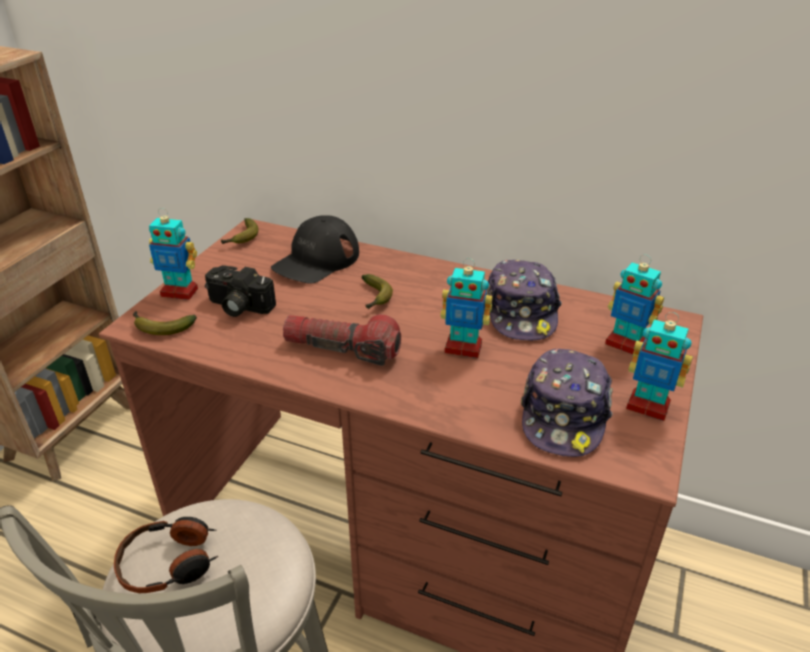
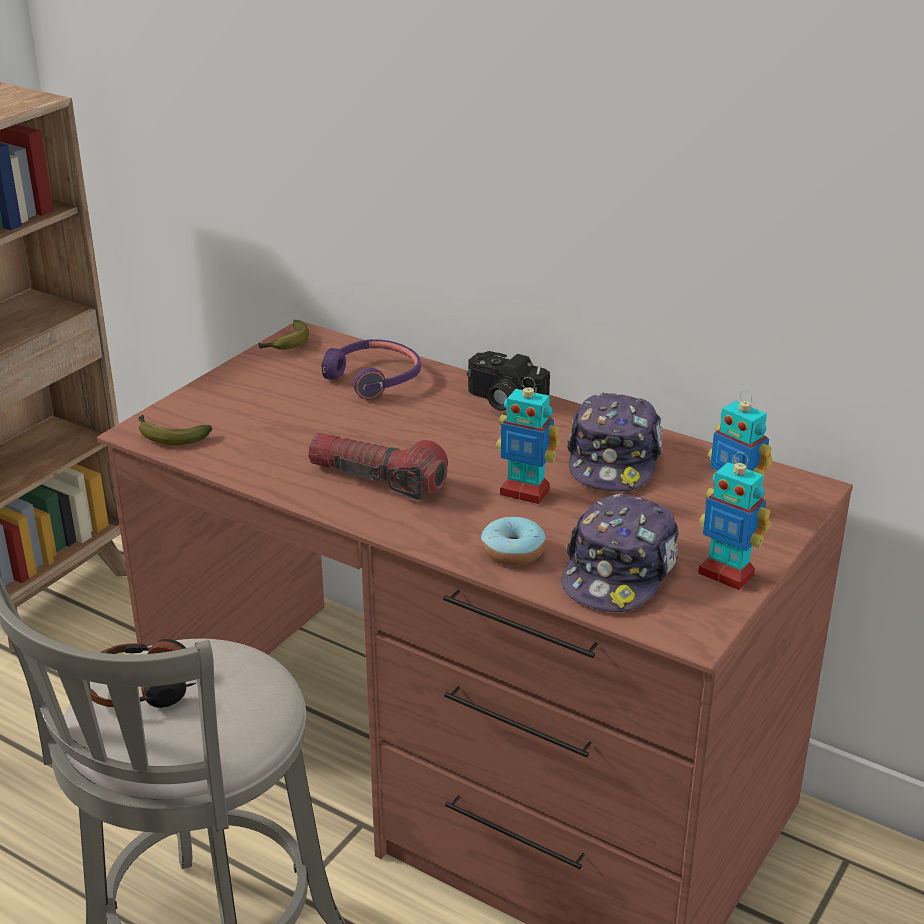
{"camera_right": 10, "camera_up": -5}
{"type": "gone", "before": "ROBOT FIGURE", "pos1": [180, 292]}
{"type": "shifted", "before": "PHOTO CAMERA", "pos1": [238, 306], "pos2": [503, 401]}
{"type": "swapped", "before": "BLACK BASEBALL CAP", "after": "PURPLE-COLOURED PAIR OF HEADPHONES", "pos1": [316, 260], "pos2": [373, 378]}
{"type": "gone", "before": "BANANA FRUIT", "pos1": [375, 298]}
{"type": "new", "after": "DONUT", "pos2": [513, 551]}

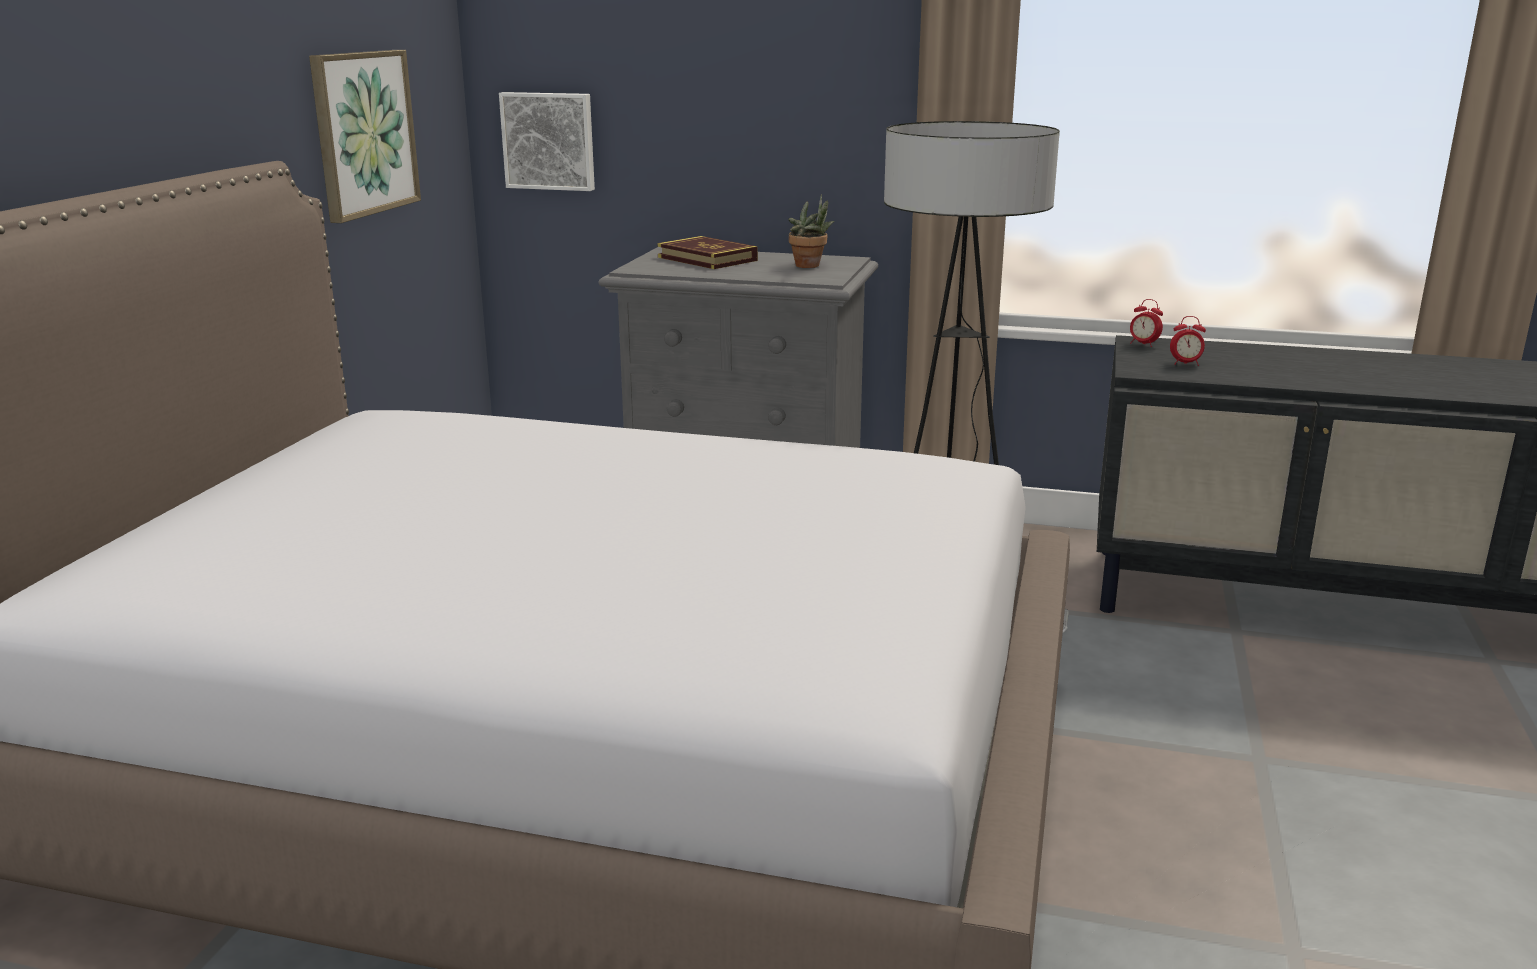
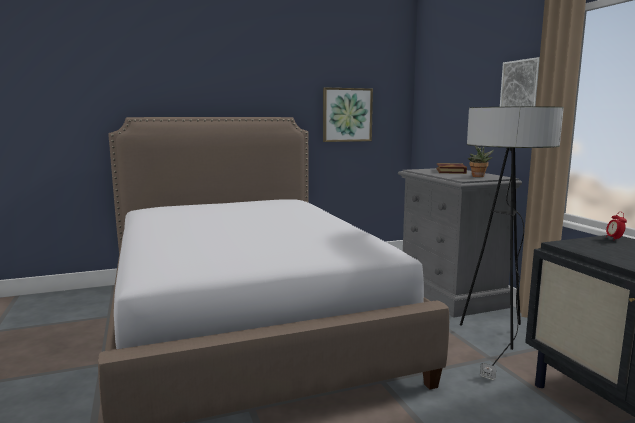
{"camera_right": 55, "camera_up": -10}
{"type": "shifted", "before": "WALL PICTURE", "pos1": [549, 141], "pos2": [522, 85]}
{"type": "gone", "before": "ALARM CLOCK", "pos1": [1185, 364]}

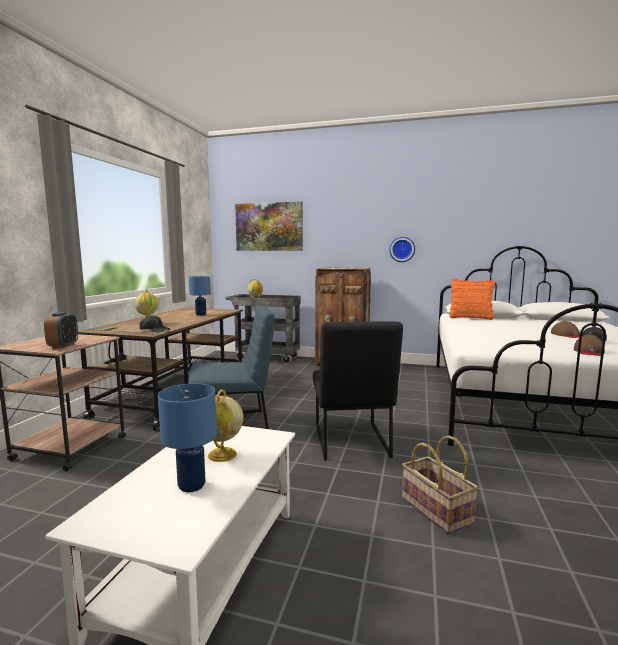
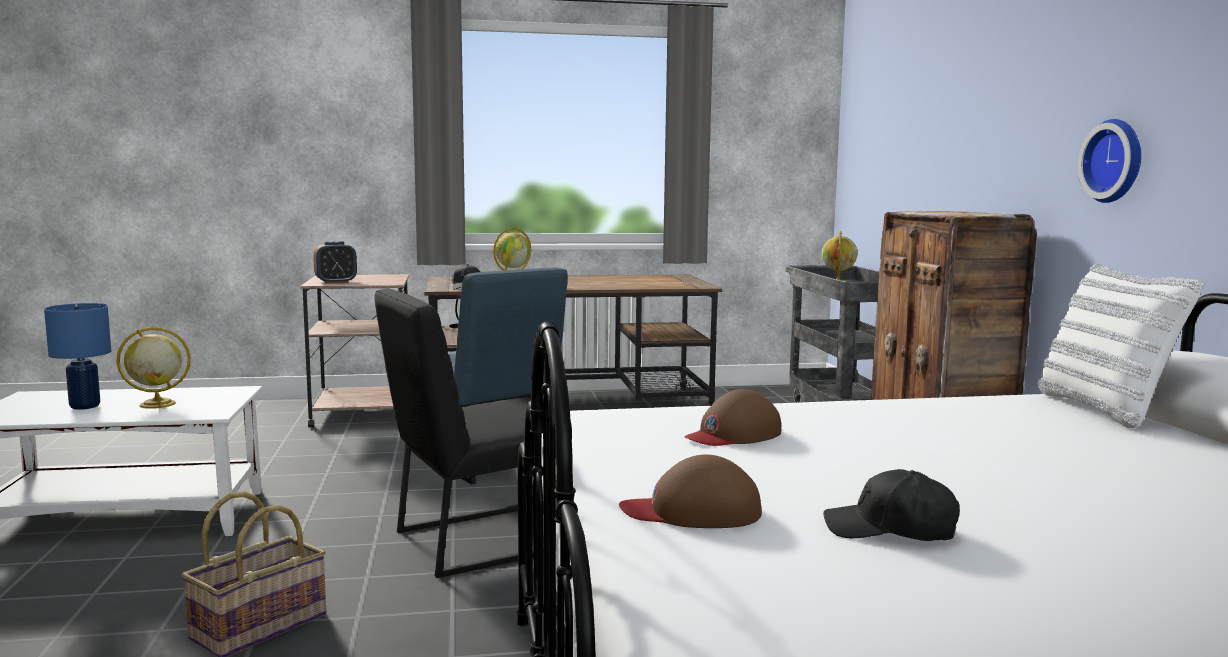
{"camera_right": 65, "camera_up": 0}
{"type": "gone", "before": "BLUE-COLOURED TABLETOP LAMP", "pos1": [201, 314]}
{"type": "gone", "before": "WALL PICTURE", "pos1": [269, 227]}
{"type": "repainted", "before": "ORANGE-COLOURED PILLOW", "after": "WHITISH PILLOW", "pos1": [470, 318], "pos2": [1105, 411]}
{"type": "shifted", "before": "BROWN BASEBALL CAP", "pos1": [567, 335], "pos2": [733, 434]}

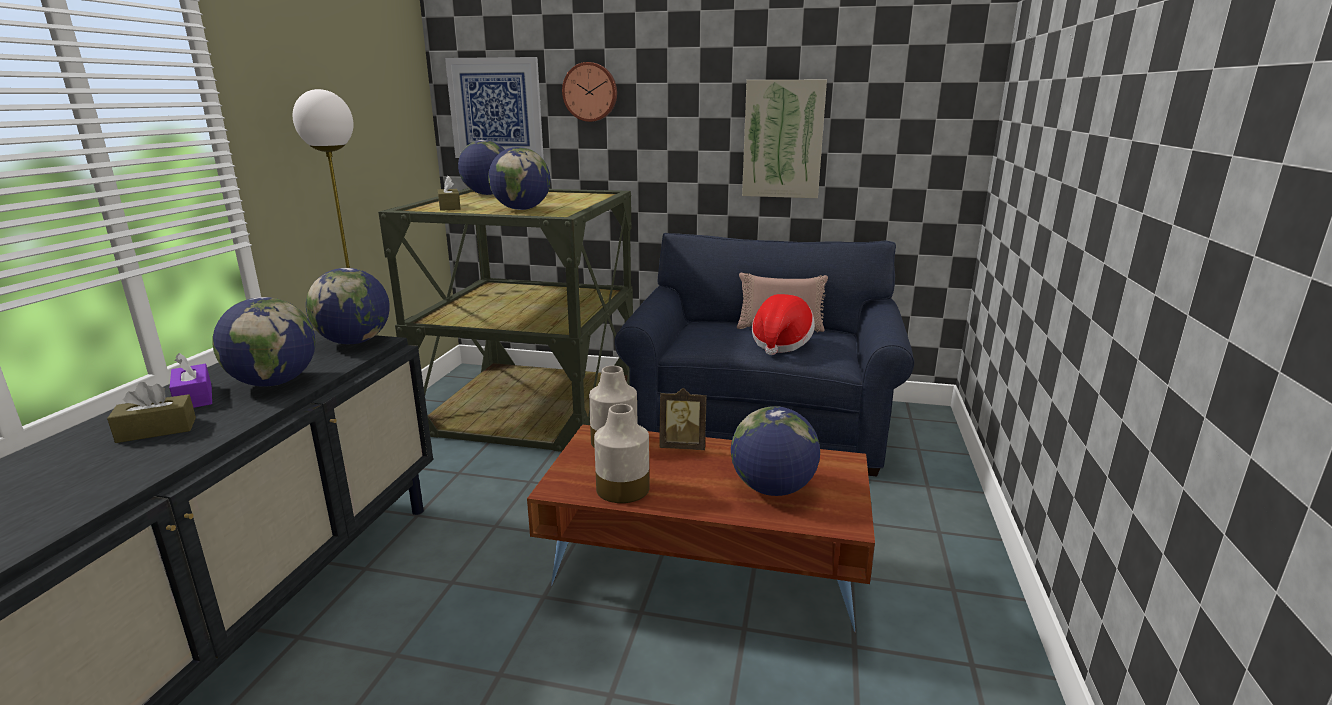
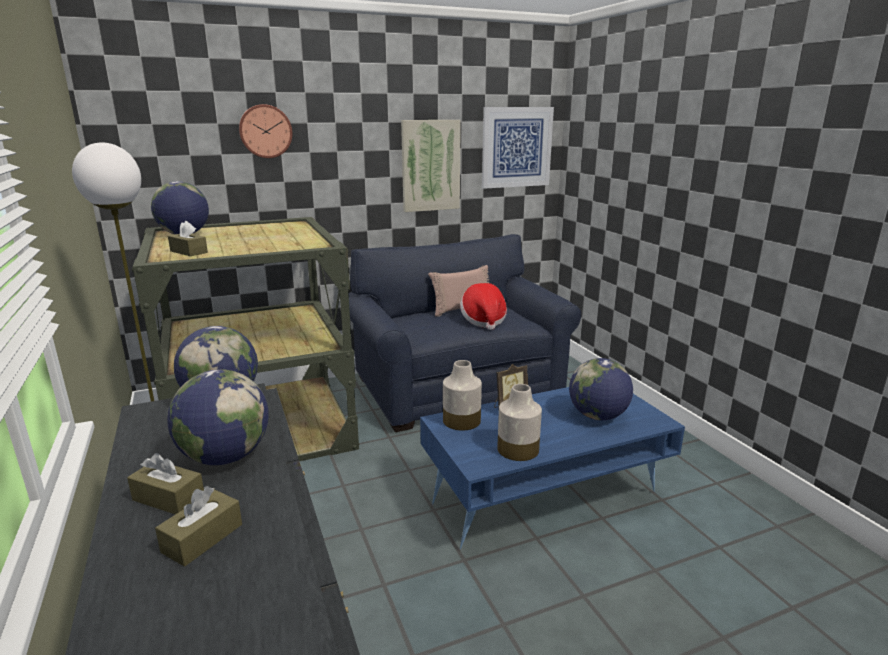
{"camera_right": -35, "camera_up": 0}
{"type": "repainted", "before": "PURPLE-COLOURED TISSUE BOX", "after": "BROWN TISSUE BOX", "pos1": [194, 397], "pos2": [169, 498]}
{"type": "shifted", "before": "WALL PICTURE", "pos1": [496, 109], "pos2": [516, 147]}
{"type": "gone", "before": "GLOBE", "pos1": [521, 209]}
{"type": "repainted", "before": "BROWN COFFEE TABLE", "after": "BLUE-COLOURED COFFEE TABLE", "pos1": [704, 576], "pos2": [544, 498]}

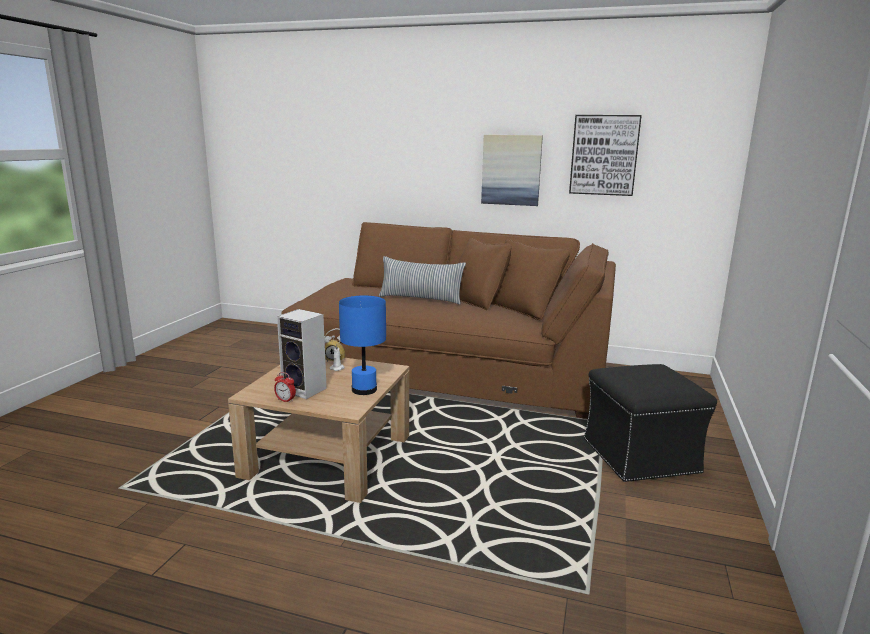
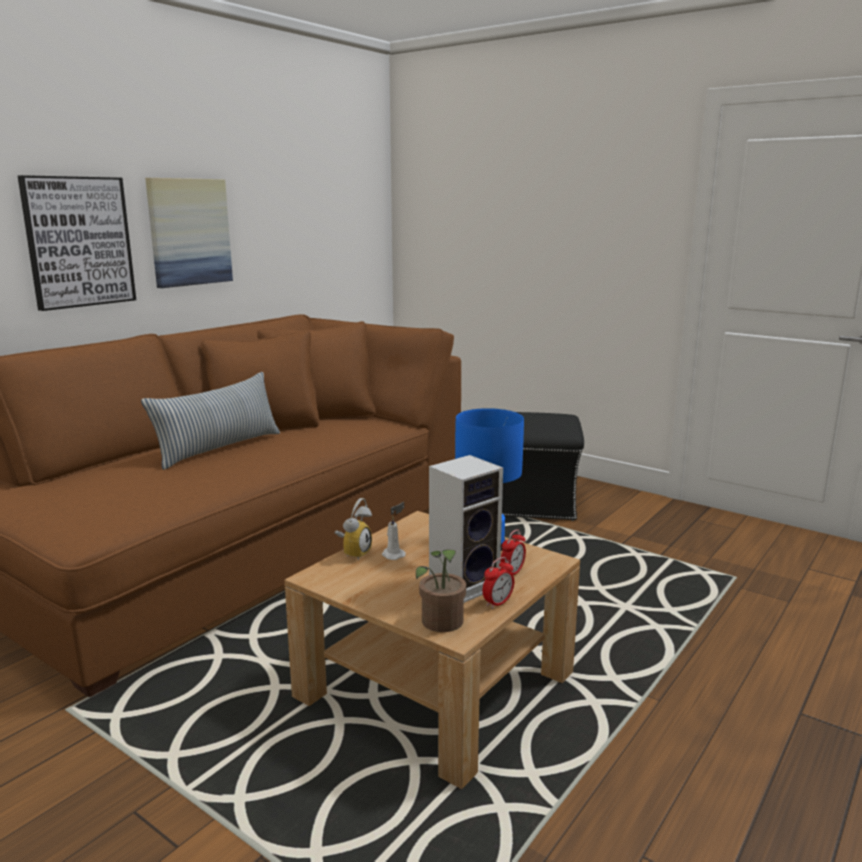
{"camera_right": -70, "camera_up": 0}
{"type": "shifted", "before": "WALL PICTURE", "pos1": [604, 155], "pos2": [78, 242]}
{"type": "new", "after": "PLANT IN A POT", "pos2": [441, 624]}
{"type": "new", "after": "ALARM CLOCK", "pos2": [512, 572]}

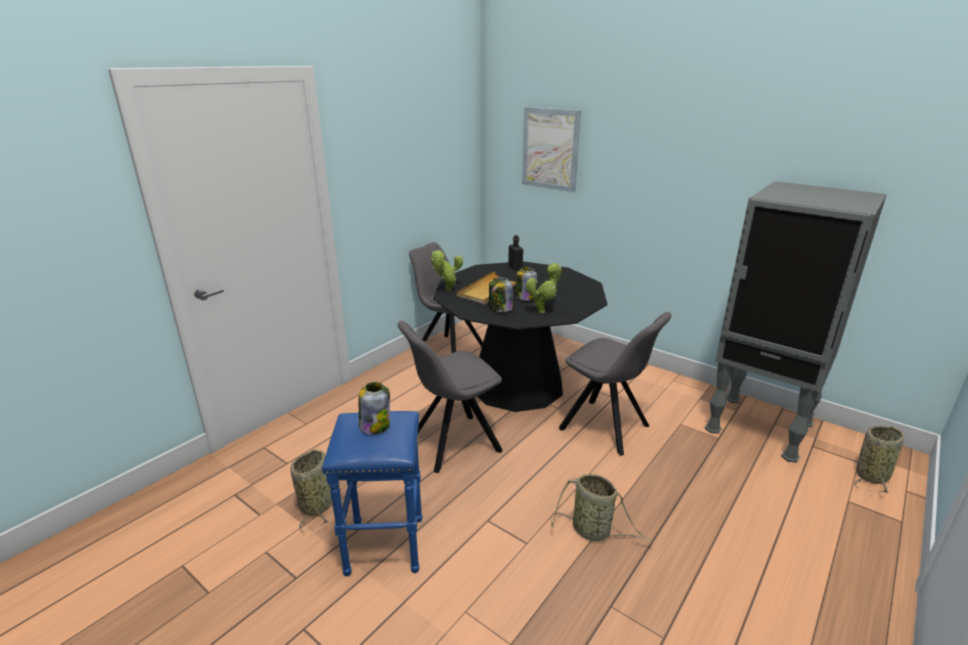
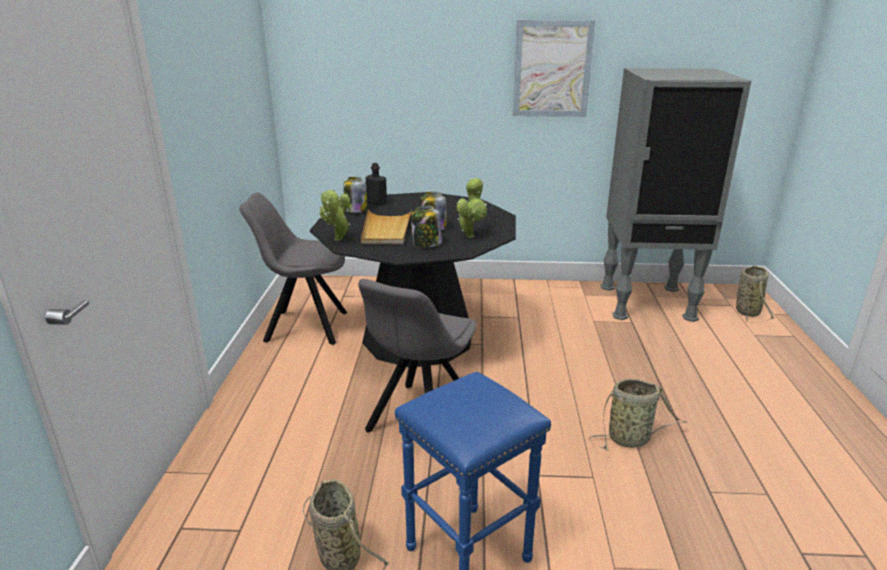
{"camera_right": -35, "camera_up": 0}
{"type": "shifted", "before": "PRESERVE JAR", "pos1": [375, 425], "pos2": [355, 210]}
{"type": "shifted", "before": "WALL PICTURE", "pos1": [550, 149], "pos2": [552, 69]}
{"type": "gone", "before": "GREY UPRIGHT CHAIR", "pos1": [605, 427]}

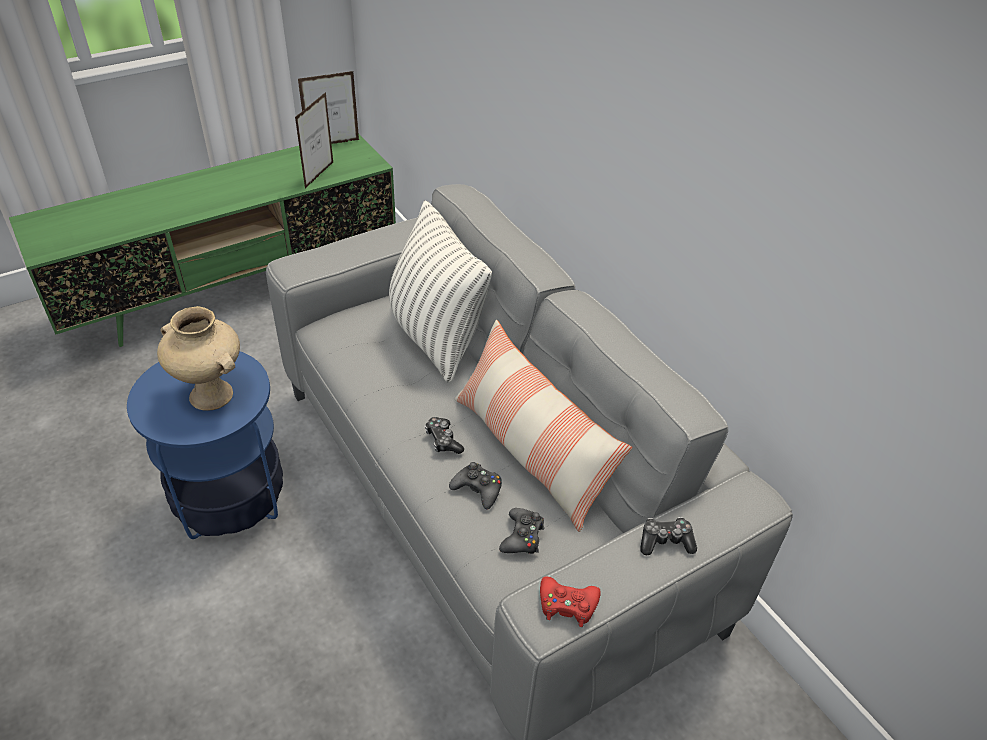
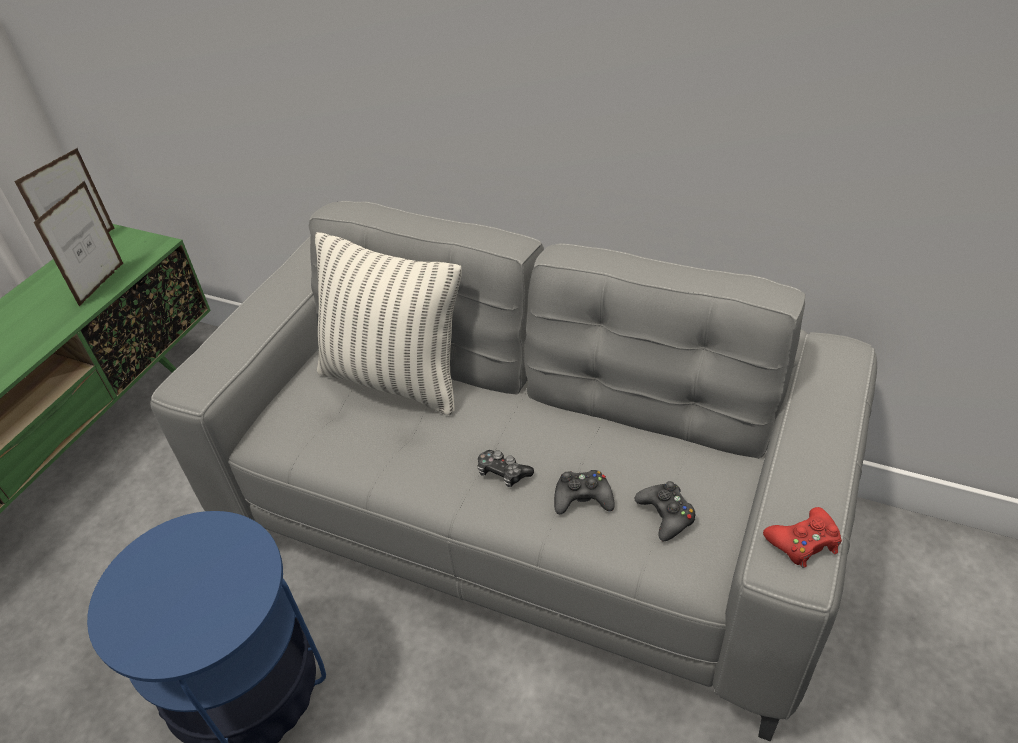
{"camera_right": -30, "camera_up": 0}
{"type": "gone", "before": "SAND-COLOURED VASE", "pos1": [213, 395]}
{"type": "rotated", "before": "PHOTO FRAME", "pos1": [319, 175], "pos2": [102, 284], "turn": -150}
{"type": "gone", "before": "PILLOW", "pos1": [530, 451]}
{"type": "gone", "before": "GAME CONTROLLER", "pos1": [665, 541]}

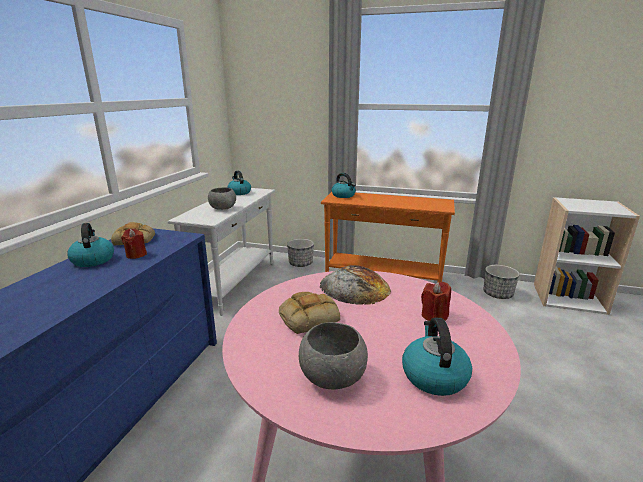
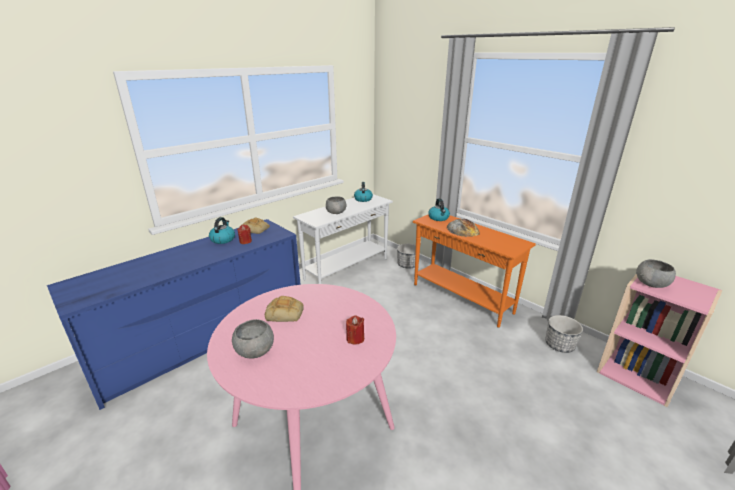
{"camera_right": 30, "camera_up": 5}
{"type": "shifted", "before": "BREAD", "pos1": [354, 288], "pos2": [462, 229]}
{"type": "gone", "before": "WATER KETTLE", "pos1": [433, 375]}
{"type": "repainted", "before": "WHITISH BOOKCASE", "after": "PINK BOOKCASE", "pos1": [569, 298], "pos2": [639, 375]}
{"type": "new", "after": "GREY SERVING BOWL", "pos2": [651, 284]}

